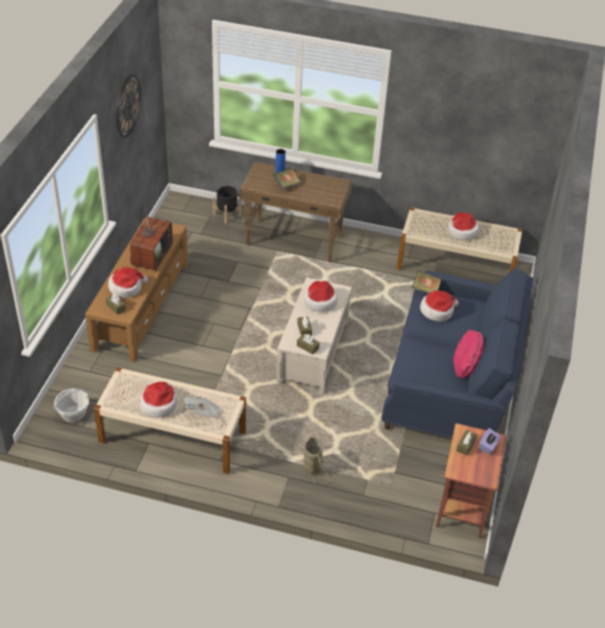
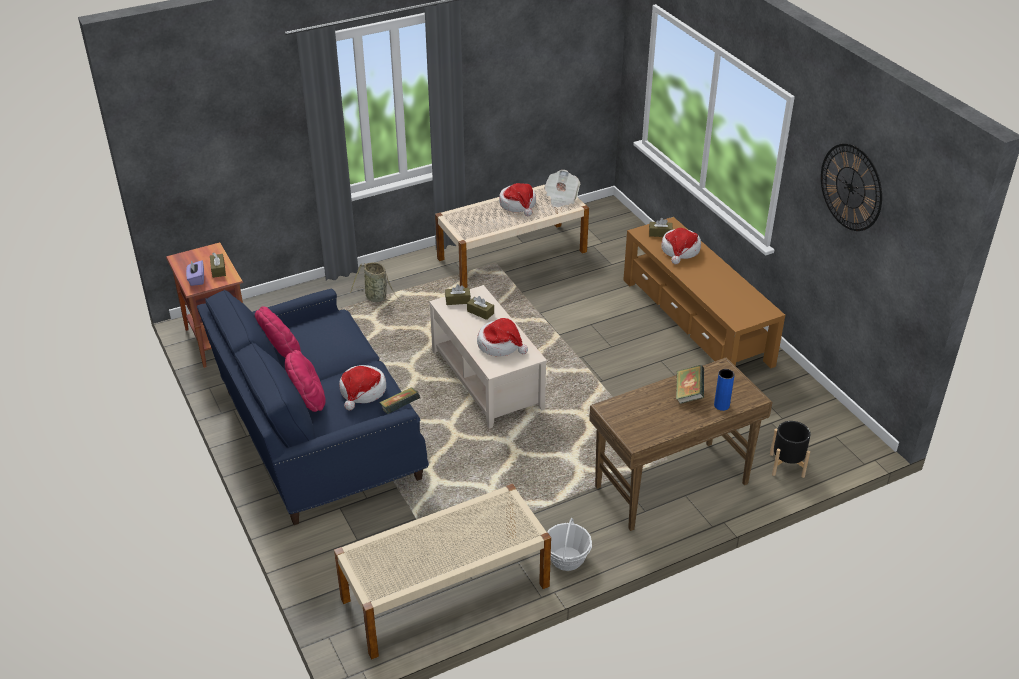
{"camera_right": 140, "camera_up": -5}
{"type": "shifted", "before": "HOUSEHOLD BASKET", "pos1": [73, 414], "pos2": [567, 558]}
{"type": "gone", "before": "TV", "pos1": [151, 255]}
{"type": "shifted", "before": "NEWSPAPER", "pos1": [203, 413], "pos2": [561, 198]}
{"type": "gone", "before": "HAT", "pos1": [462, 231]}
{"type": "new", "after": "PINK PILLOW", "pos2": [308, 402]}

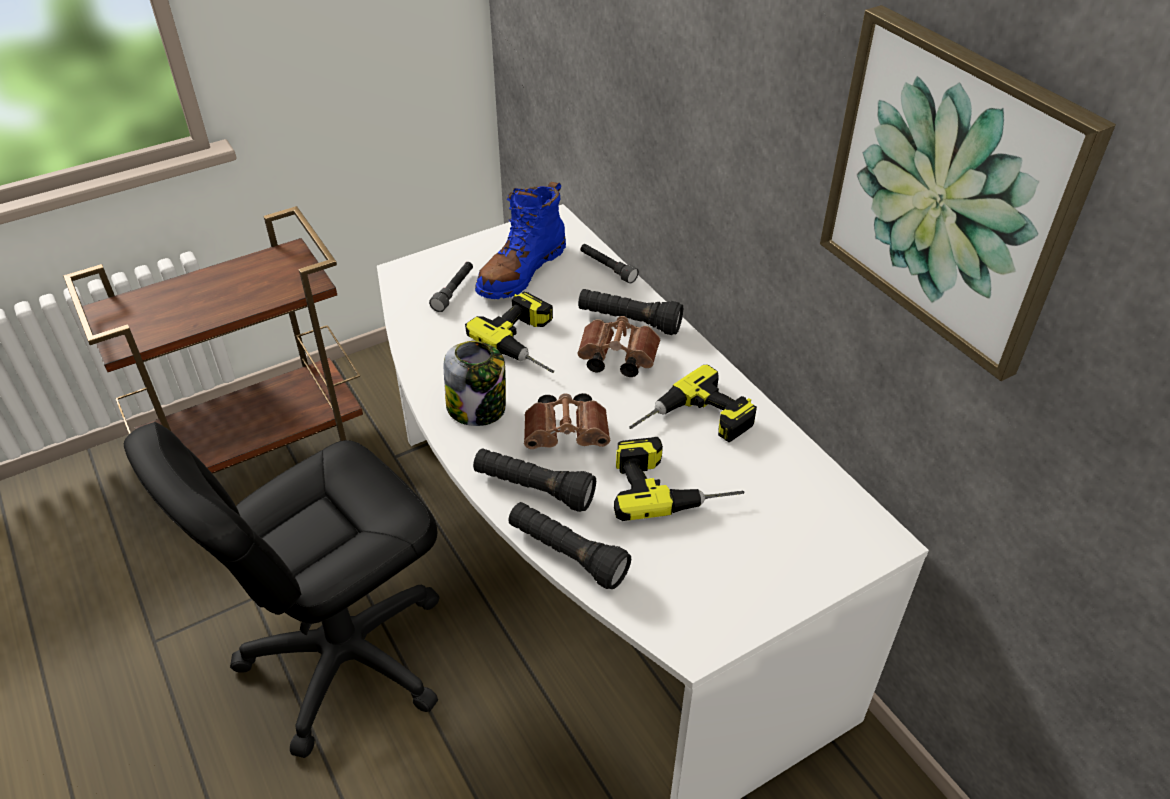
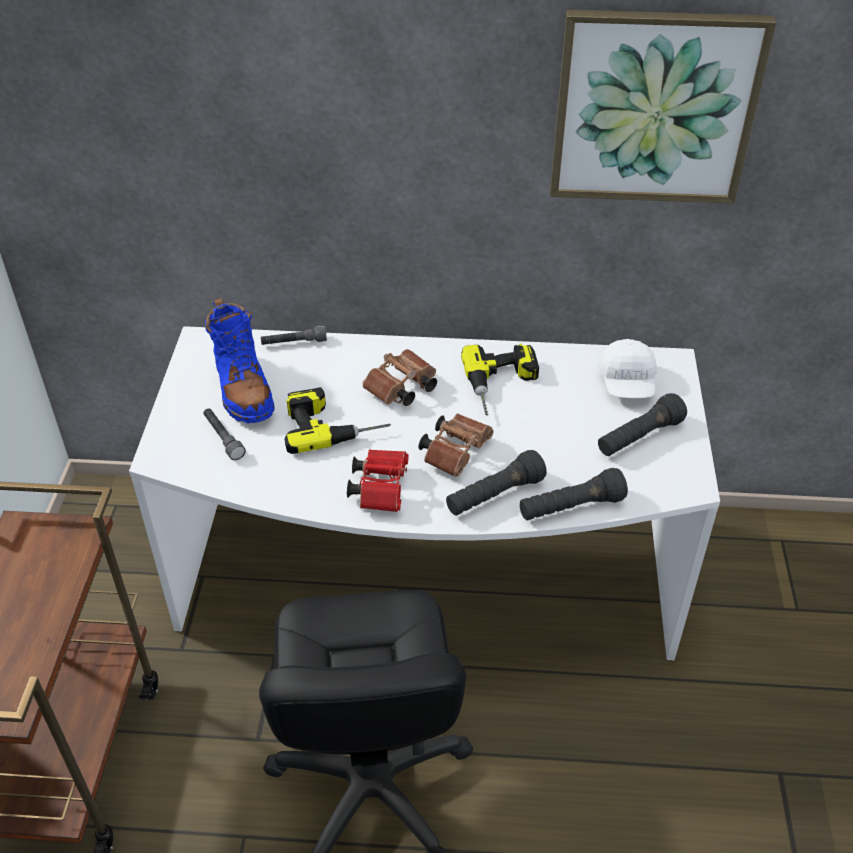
{"camera_right": -55, "camera_up": 0}
{"type": "swapped", "before": "PRESERVE JAR", "after": "RED BINOCULARS", "pos1": [478, 408], "pos2": [380, 487]}
{"type": "shifted", "before": "BLACK TORCH", "pos1": [629, 321], "pos2": [639, 438]}
{"type": "gone", "before": "DRILL", "pos1": [672, 483]}
{"type": "new", "after": "WHITISH BASEBALL CAP", "pos2": [627, 383]}

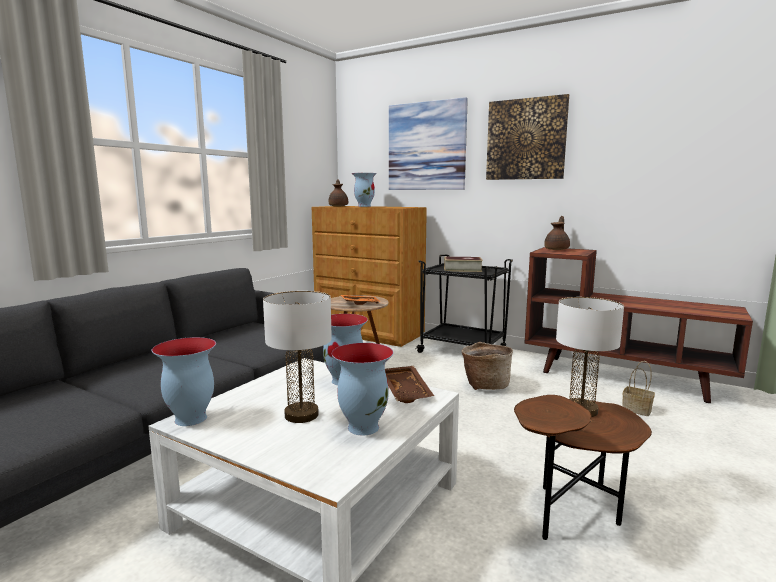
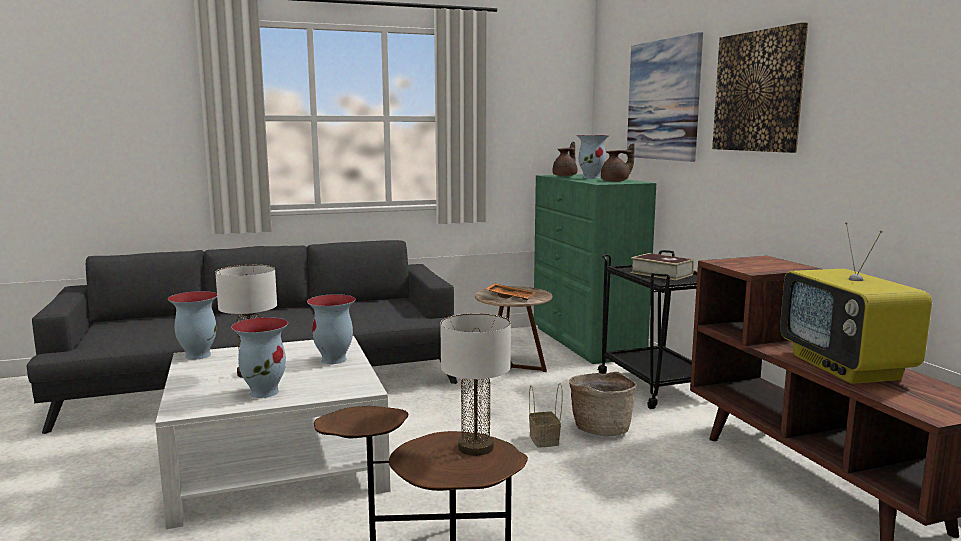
{"camera_right": 40, "camera_up": 0}
{"type": "repainted", "before": "BROWN DRESSER", "after": "GREEN-COLOURED DRESSER", "pos1": [369, 334], "pos2": [585, 342]}
{"type": "gone", "before": "BROWN CARRYING TRAY", "pos1": [407, 391]}
{"type": "shifted", "before": "BROWN TEA POT", "pos1": [557, 249], "pos2": [616, 181]}
{"type": "shifted", "before": "HOUSEHOLD BASKET", "pos1": [638, 410], "pos2": [545, 440]}
{"type": "new", "after": "TV", "pos2": [846, 367]}

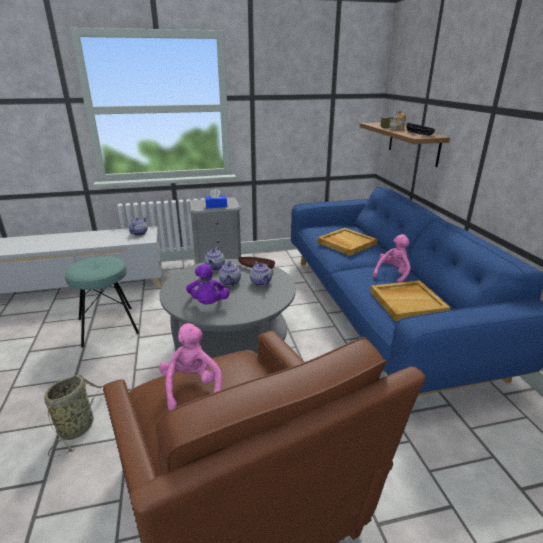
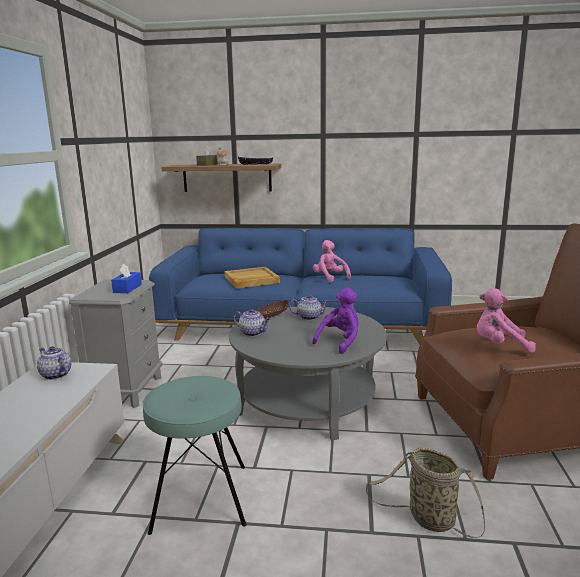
{"camera_right": -70, "camera_up": -10}
{"type": "rotated", "before": "PURPLE-COLOURED CUDDLY TOY", "pos1": [208, 304], "pos2": [340, 342], "turn": -60}
{"type": "gone", "before": "TEA POT", "pos1": [230, 282]}
{"type": "gone", "before": "SAND-COLOURED CARRYING TRAY", "pos1": [407, 302]}

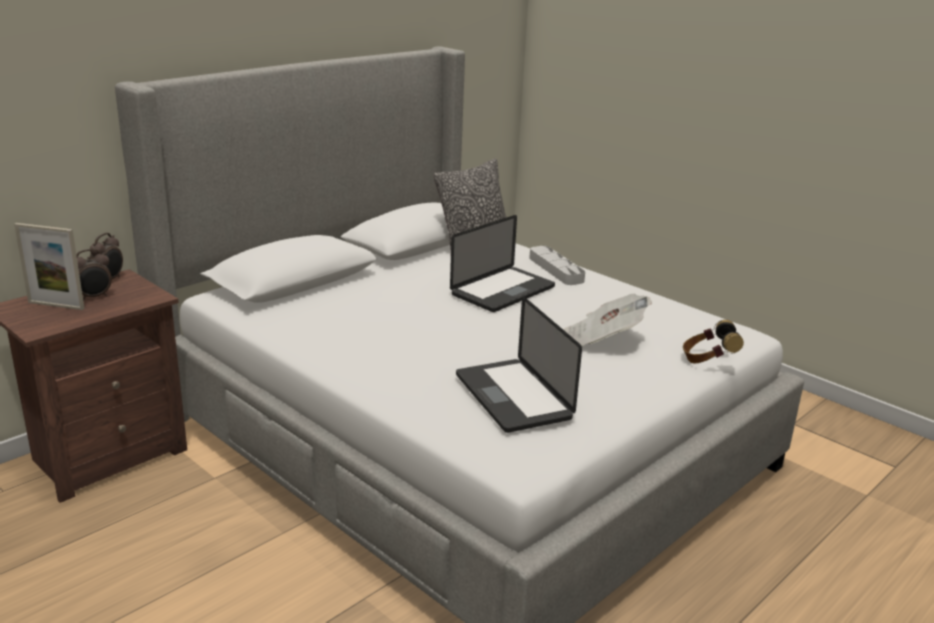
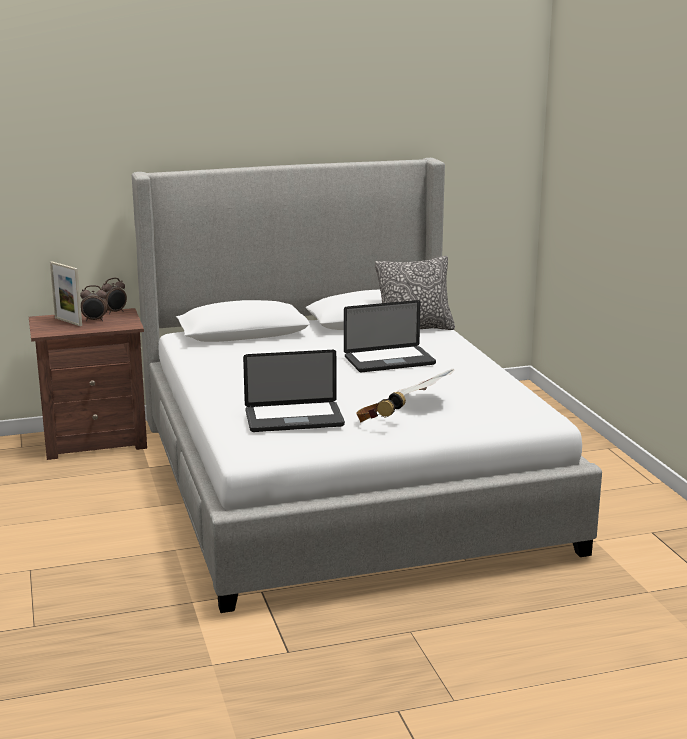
{"camera_right": 30, "camera_up": -5}
{"type": "rotated", "before": "NOTEBOOK COMPUTER", "pos1": [513, 397], "pos2": [294, 419], "turn": -105}
{"type": "gone", "before": "GREY CARRYING TRAY", "pos1": [556, 269]}
{"type": "shifted", "before": "PAIR OF HEADPHONES", "pos1": [707, 360], "pos2": [378, 424]}

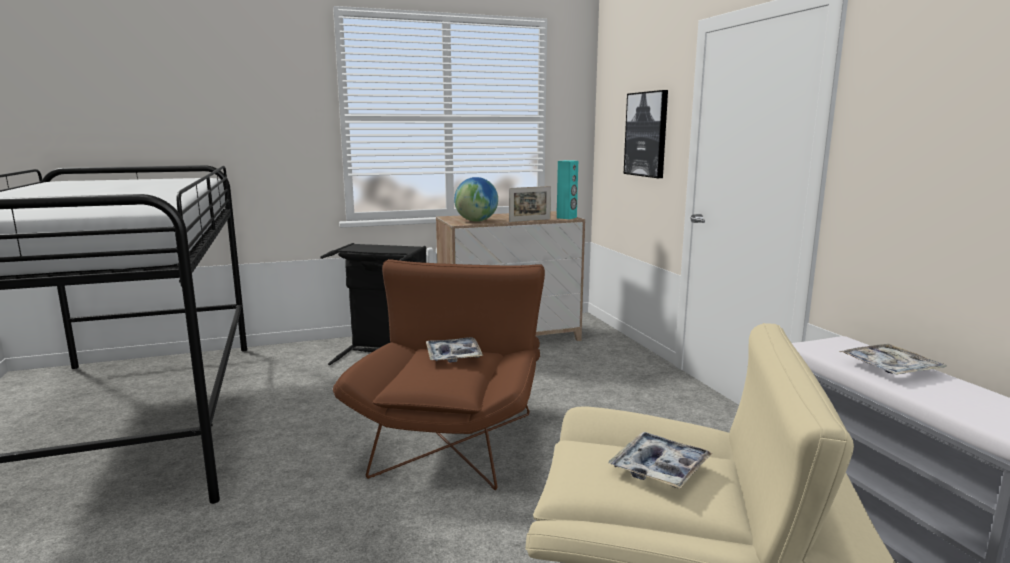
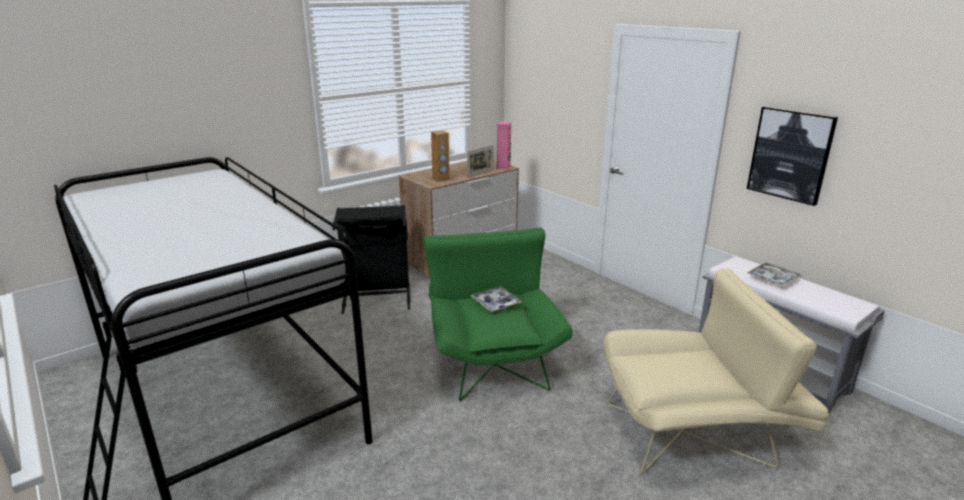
{"camera_right": -20, "camera_up": 10}
{"type": "repainted", "before": "BROWN EASY CHAIR", "after": "GREEN-COLOURED EASY CHAIR", "pos1": [455, 435], "pos2": [490, 356]}
{"type": "swapped", "before": "GLOBE", "after": "BROWN SPEAKER", "pos1": [476, 221], "pos2": [441, 179]}
{"type": "repainted", "before": "TURQUOISE SPEAKER", "after": "PINK SPEAKER", "pos1": [567, 218], "pos2": [503, 167]}
{"type": "gone", "before": "CARRYING TRAY", "pos1": [659, 468]}
{"type": "shifted", "before": "WALL PICTURE", "pos1": [646, 134], "pos2": [790, 154]}

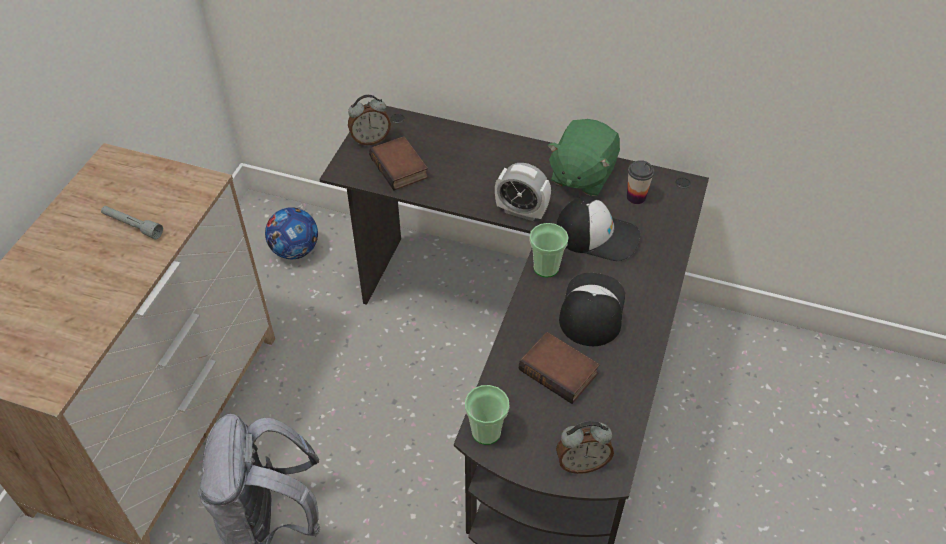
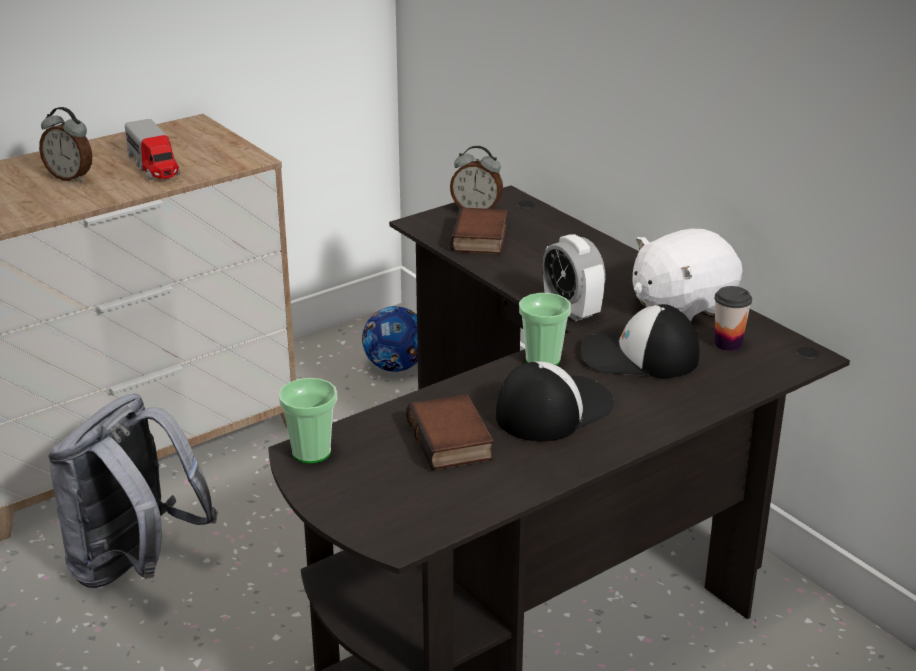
{"camera_right": 35, "camera_up": -20}
{"type": "swapped", "before": "GREY TORCH", "after": "MODEL TRUCK", "pos1": [132, 226], "pos2": [154, 165]}
{"type": "repainted", "before": "GREEN-COLOURED CUDDLY TOY", "after": "WHITISH CUDDLY TOY", "pos1": [581, 175], "pos2": [681, 306]}
{"type": "shifted", "before": "ALARM CLOCK", "pos1": [581, 463], "pos2": [71, 177]}
{"type": "rotated", "before": "BASEBALL CAP", "pos1": [597, 235], "pos2": [638, 356], "turn": 135}

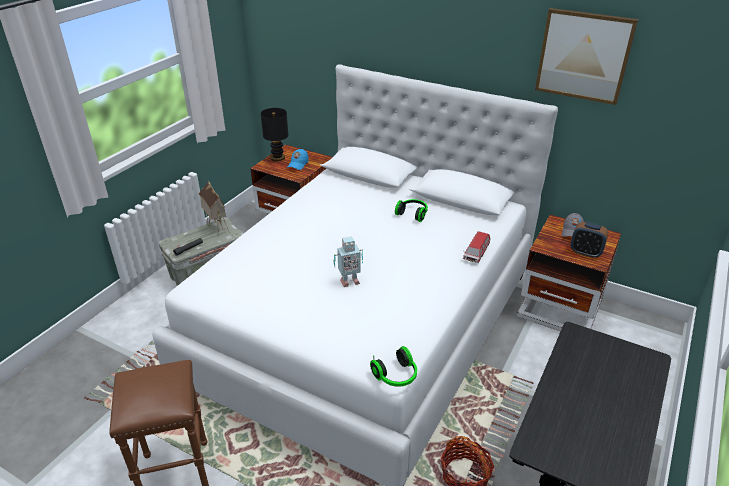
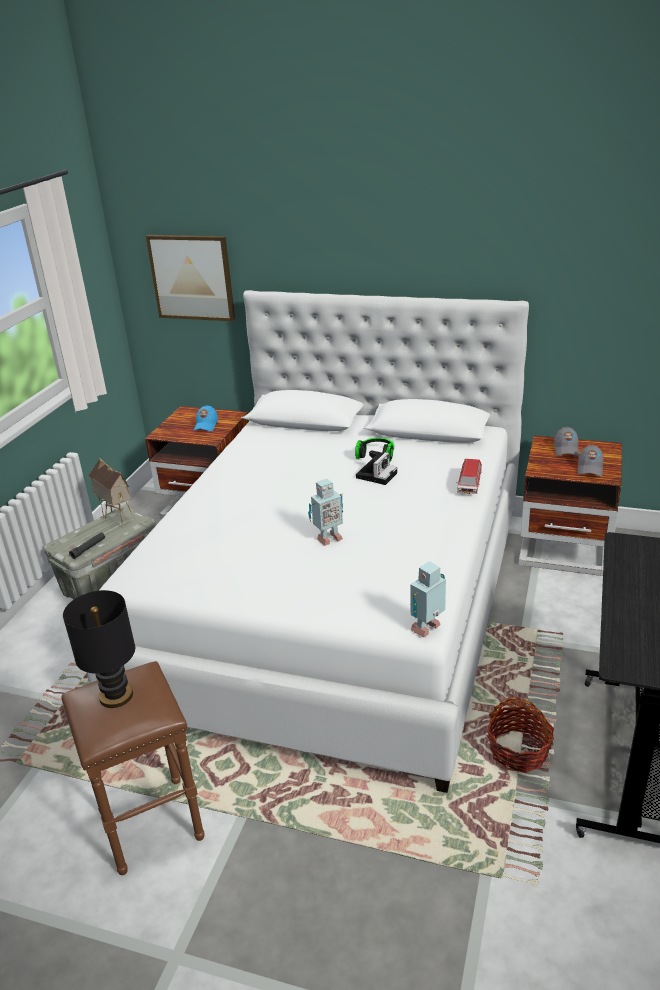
{"camera_right": -10, "camera_up": -5}
{"type": "shifted", "before": "BLACK TABLETOP LAMP", "pos1": [278, 158], "pos2": [117, 696]}
{"type": "swapped", "before": "PAIR OF HEADPHONES", "after": "ROBOT FIGURE", "pos1": [396, 376], "pos2": [428, 629]}
{"type": "shifted", "before": "WALL PICTURE", "pos1": [584, 56], "pos2": [192, 277]}
{"type": "swapped", "before": "ALARM CLOCK", "after": "GREY BASEBALL CAP", "pos1": [585, 252], "pos2": [590, 468]}
{"type": "new", "after": "PHOTO CAMERA", "pos2": [376, 475]}

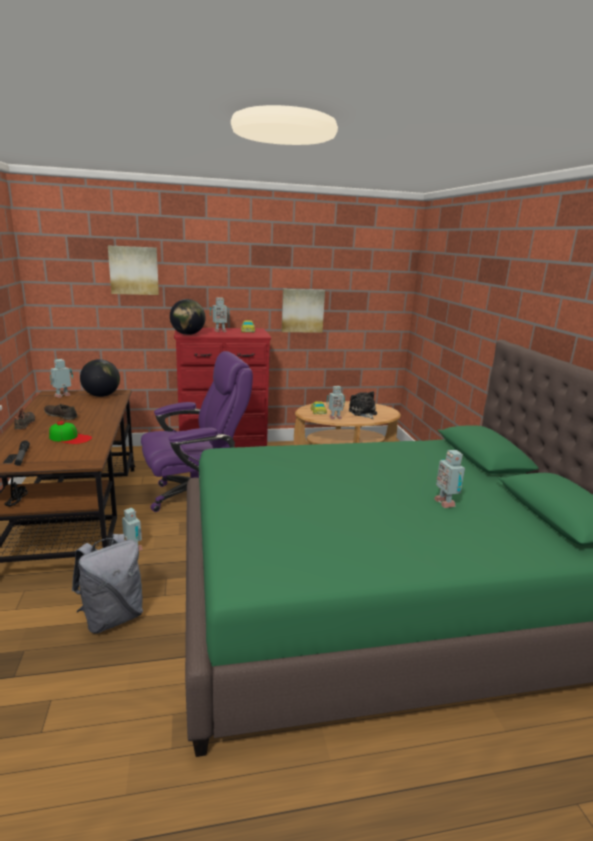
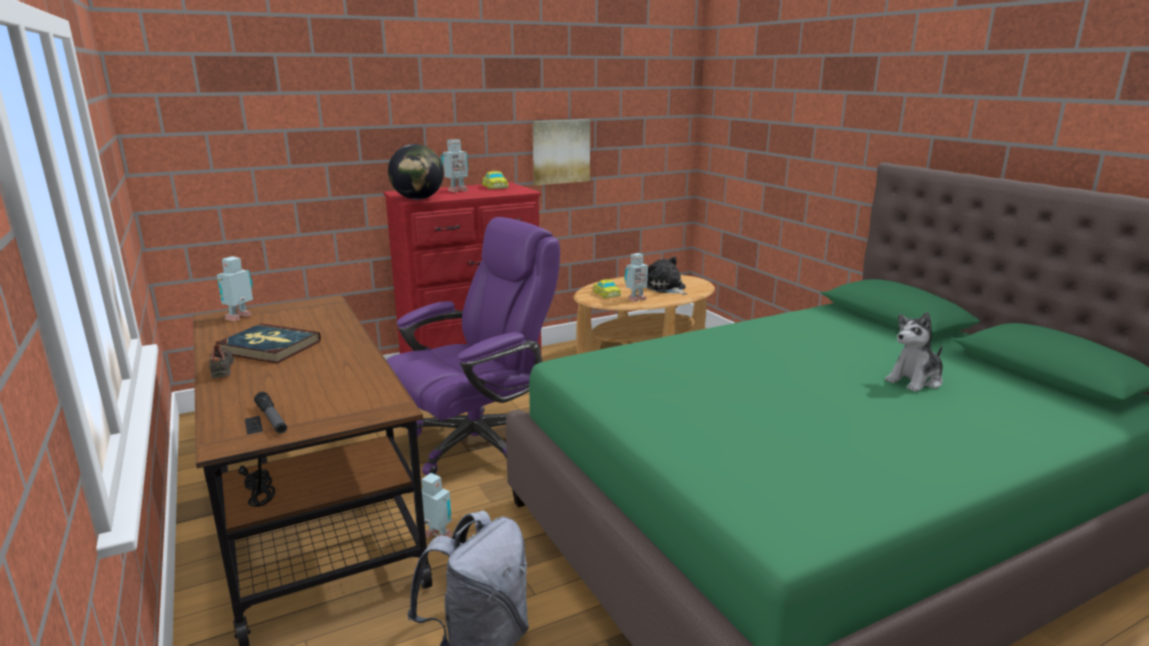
{"camera_right": -15, "camera_up": 0}
{"type": "swapped", "before": "BROWN SHOE", "after": "VOLUME", "pos1": [61, 415], "pos2": [269, 347]}
{"type": "gone", "before": "BASEBALL CAP", "pos1": [70, 438]}
{"type": "gone", "before": "GLOBE", "pos1": [101, 395]}
{"type": "gone", "before": "WALL PICTURE", "pos1": [134, 270]}
{"type": "swapped", "before": "ROBOT FIGURE", "after": "CUDDLY TOY", "pos1": [445, 502], "pos2": [915, 380]}

